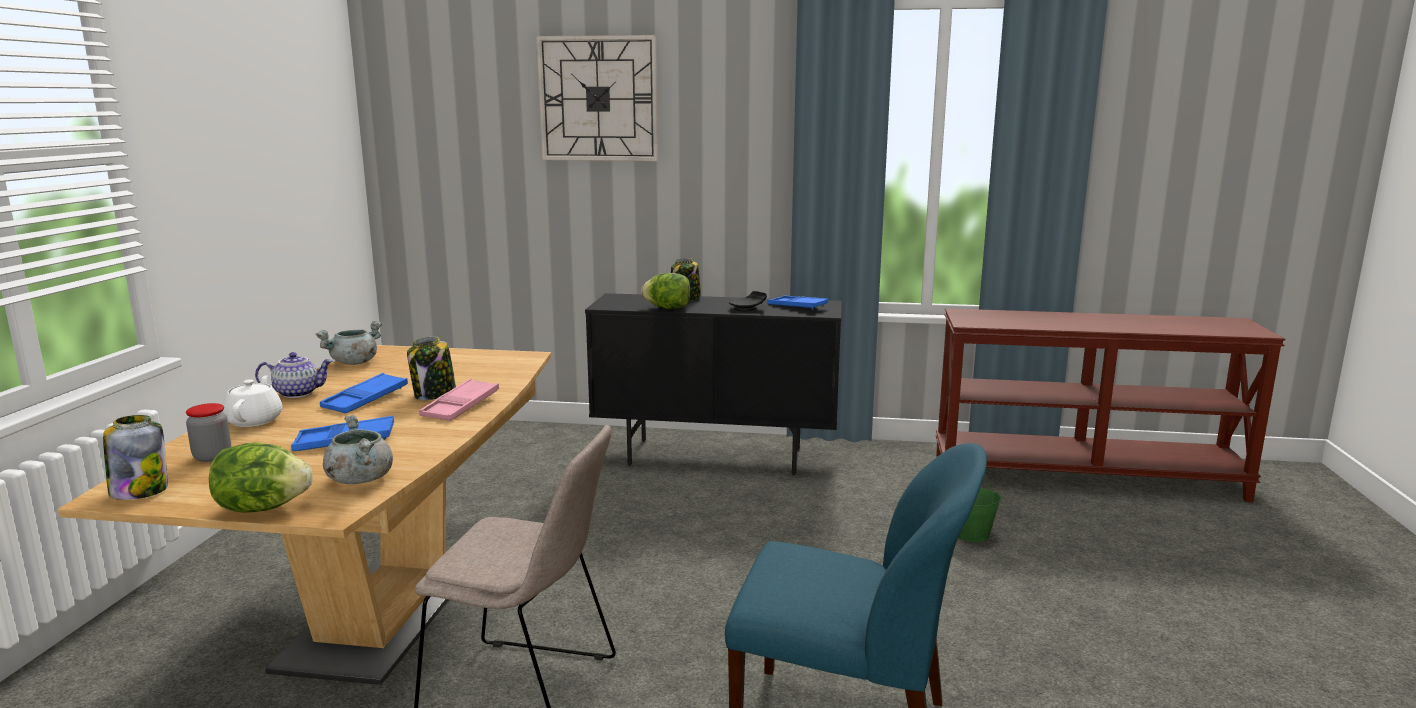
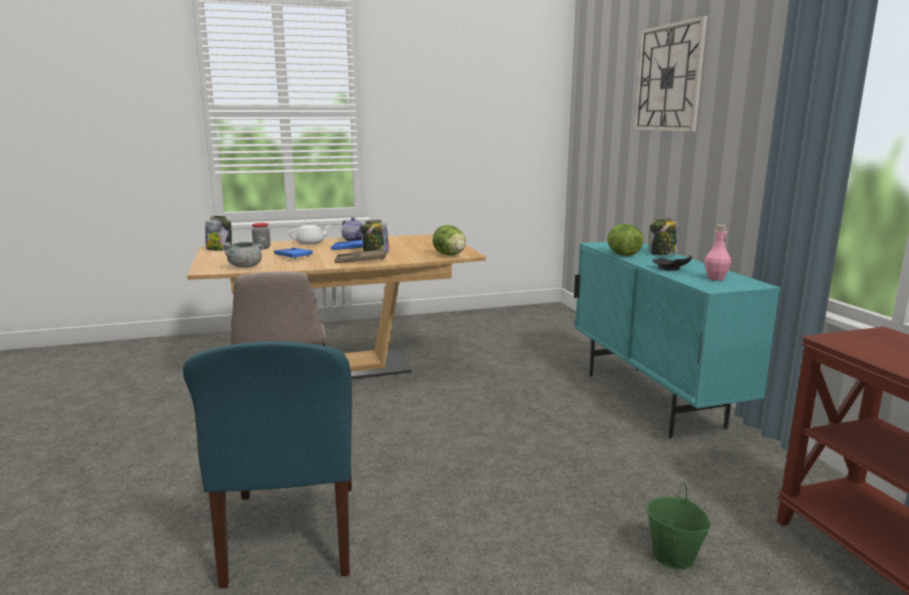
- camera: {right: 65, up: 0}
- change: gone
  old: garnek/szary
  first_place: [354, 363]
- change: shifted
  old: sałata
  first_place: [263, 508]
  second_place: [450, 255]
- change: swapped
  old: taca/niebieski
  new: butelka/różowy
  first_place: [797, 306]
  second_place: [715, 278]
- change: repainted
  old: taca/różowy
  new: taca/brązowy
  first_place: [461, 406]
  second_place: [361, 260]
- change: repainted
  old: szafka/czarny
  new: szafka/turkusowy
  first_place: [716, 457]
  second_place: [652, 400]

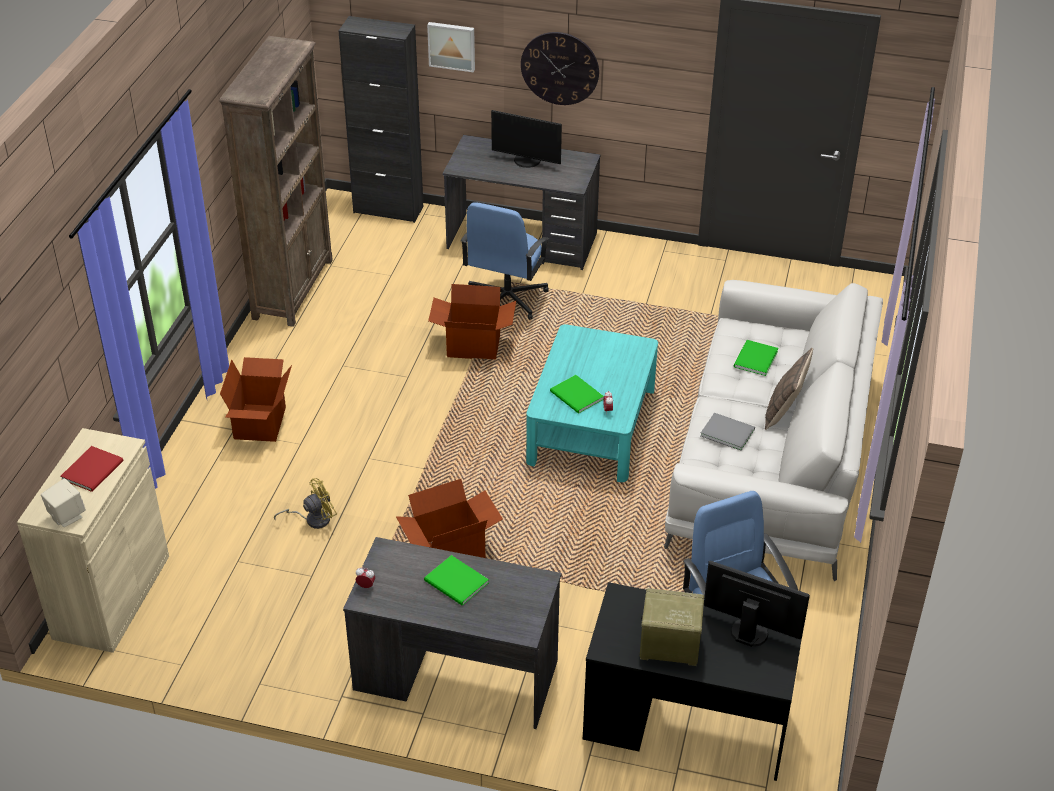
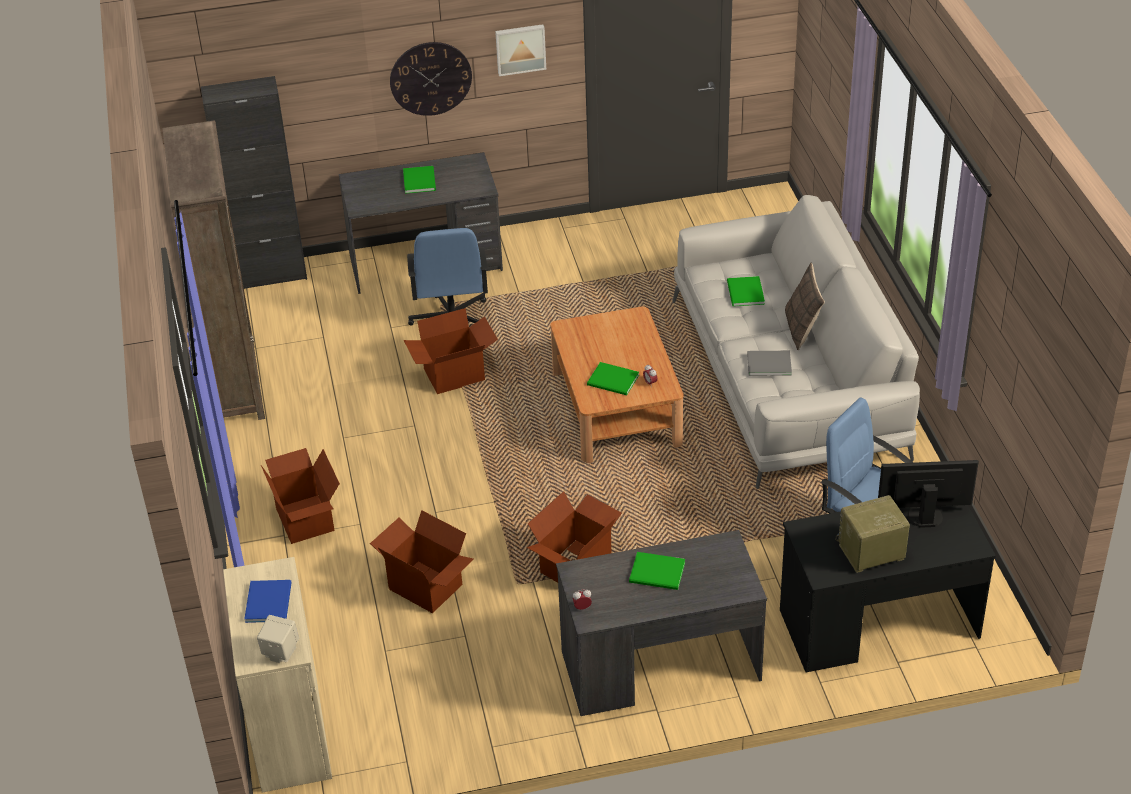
- camera: {right: -25, up: 0}
- change: shifted
  old: obraz
  first_place: [452, 45]
  second_place: [520, 48]
- change: swapped
  old: wentylator/żółty
  new: karton
  first_place: [313, 519]
  second_place: [426, 586]
- change: swapped
  old: monitor
  new: książka/zielony
  first_place: [526, 161]
  second_place: [420, 180]
- change: repainted
  old: książka/czerwony
  new: książka/niebieski
  first_place: [94, 470]
  second_place: [270, 601]
- change: repainted
  old: ława/turkusowy
  new: ława/brązowy
  first_place: [592, 426]
  second_place: [616, 408]

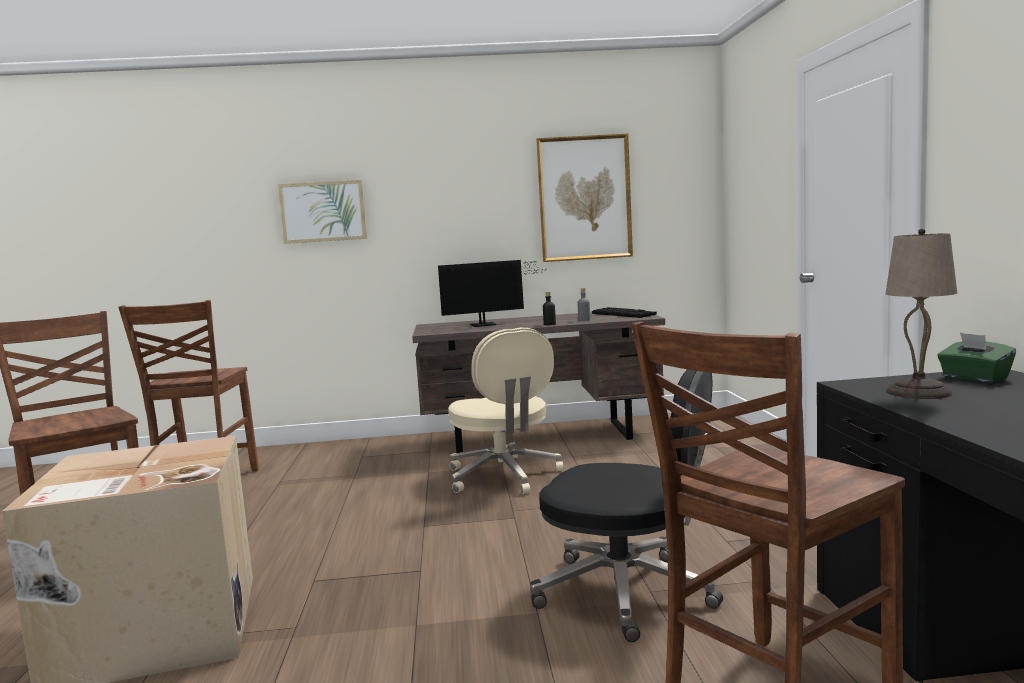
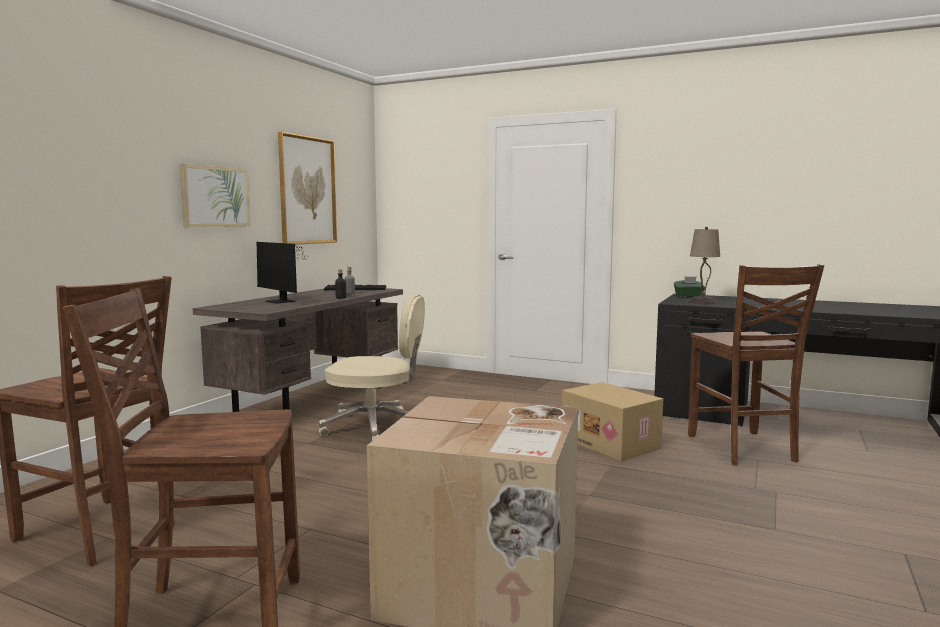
- camera: {right: -60, up: 0}
- change: shifted
  old: obraz
  first_place: [323, 211]
  second_place: [215, 197]
- change: swapped
  old: krzesło biurowe/czarny
  new: karton
  first_place: [628, 592]
  second_place: [611, 443]
- change: rotated
  old: monitor
  first_place: [487, 324]
  second_place: [281, 302]
  degrees: 120

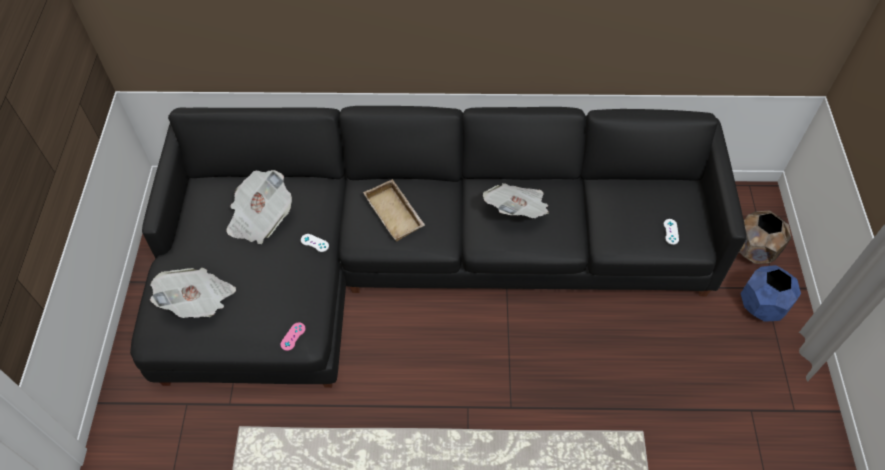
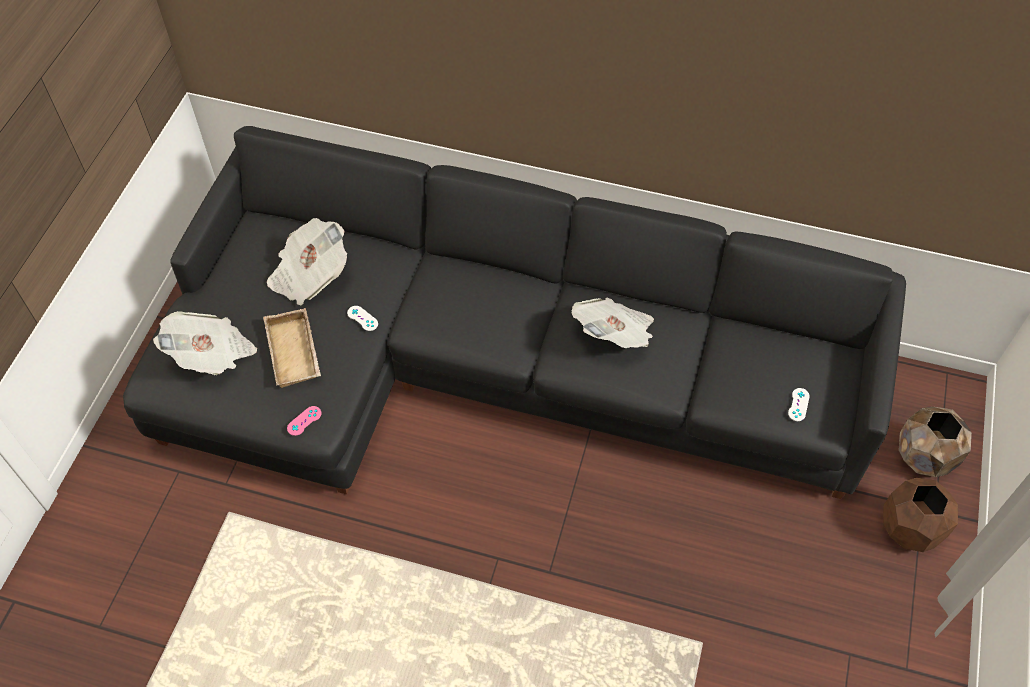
- camera: {right: 15, up: 0}
- change: shifted
  old: taca/beżowy
  first_place: [396, 213]
  second_place: [296, 352]
- change: repainted
  old: donica/niebieski
  new: donica/brązowy
  first_place: [761, 306]
  second_place: [909, 528]

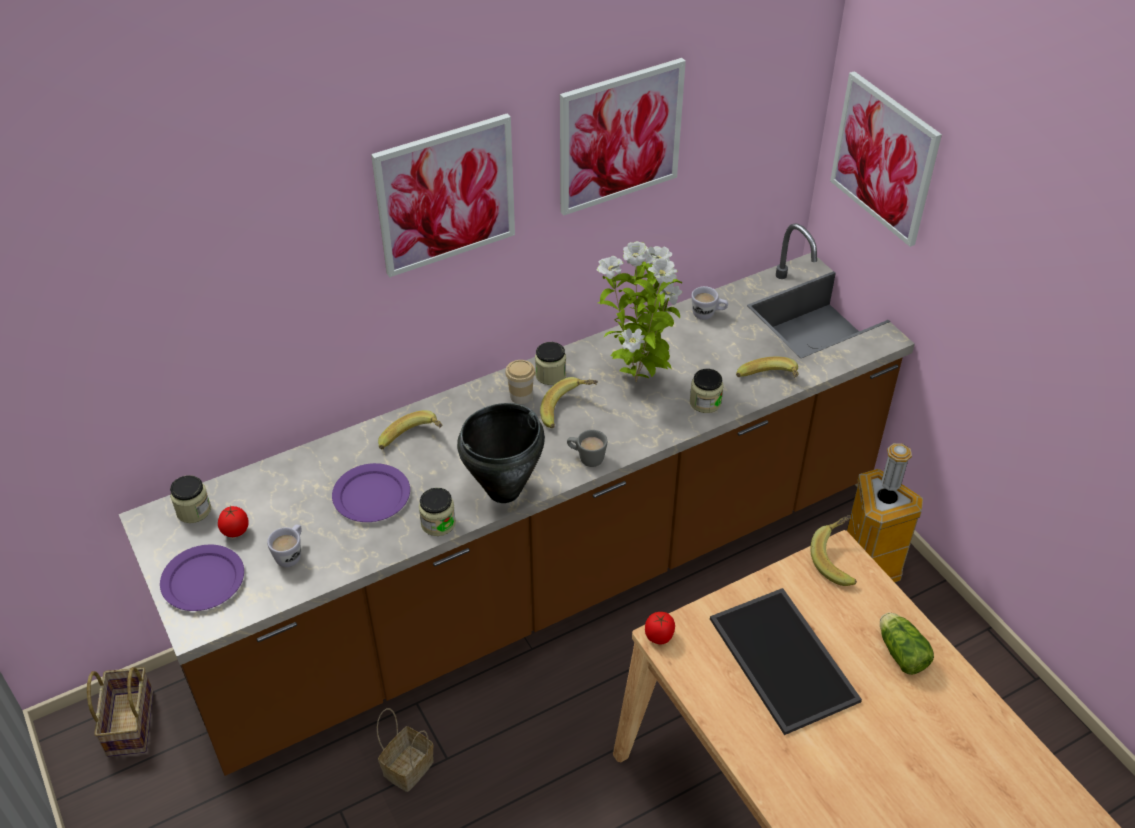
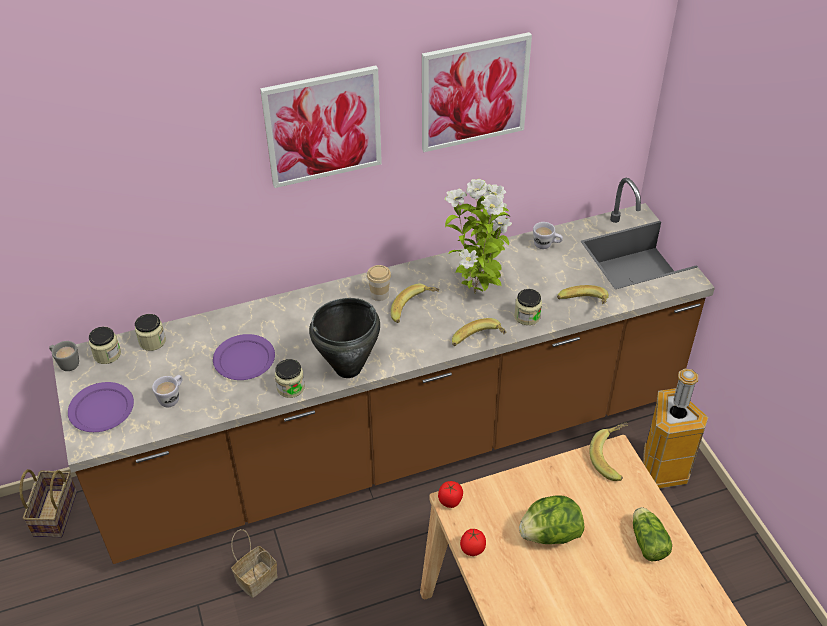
- camera: {right: 10, up: 0}
- change: gone
  old: obraz
  first_place: [884, 158]
- change: shifted
  old: pomidor
  first_place: [235, 532]
  second_place: [472, 549]
- change: shifted
  old: banan
  first_place: [413, 442]
  second_place: [480, 343]
- change: shifted
  old: słoik
  first_place: [550, 375]
  second_place: [152, 341]
- change: shifted
  old: kubek/szary
  first_place: [586, 458]
  second_place: [66, 363]
- change: swapped
  old: taca
  new: sałata
  first_place: [786, 660]
  second_place: [550, 534]

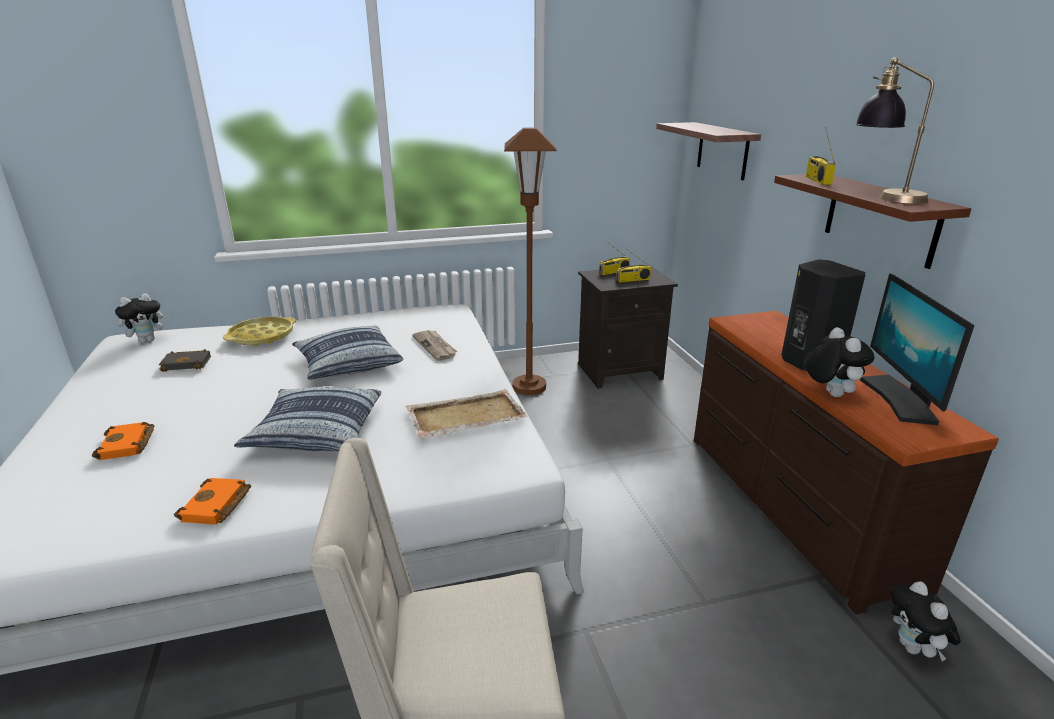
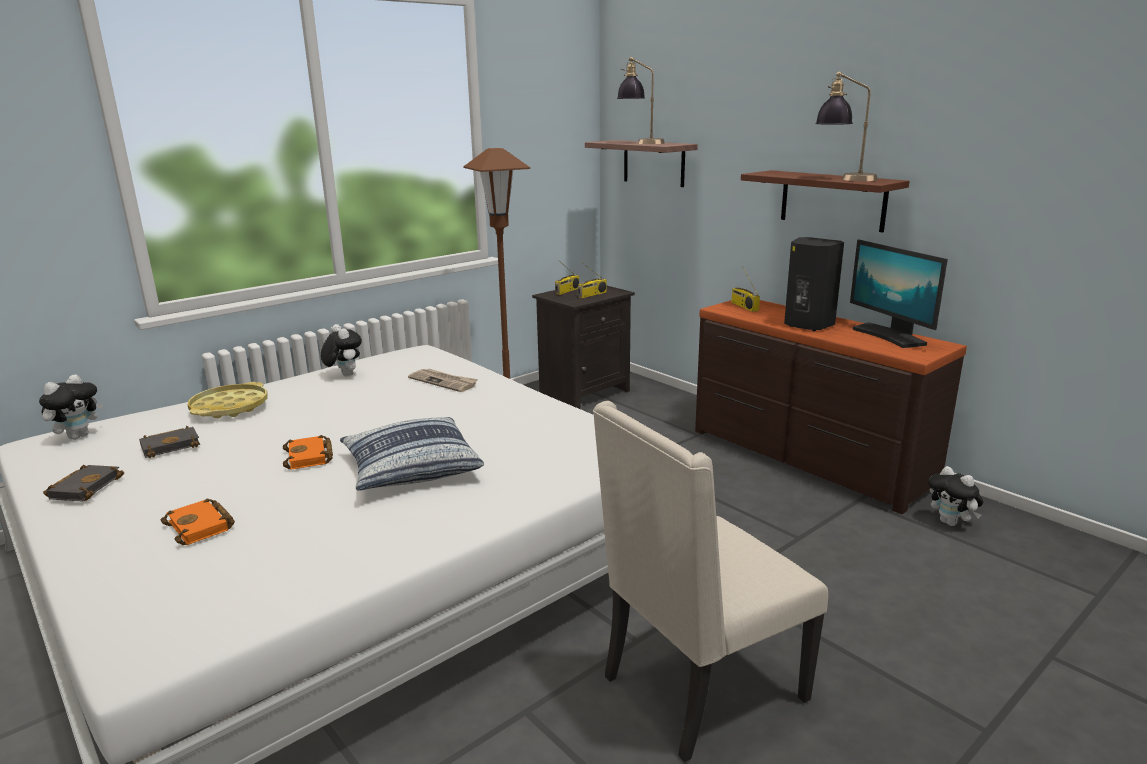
- camera: {right: -25, up: -5}
- change: gone
  old: poduszka
  first_place: [348, 363]
- change: gone
  old: taca/beżowy
  first_place: [465, 417]
- change: new
  new: książka/czarny
  second_place: [85, 487]
- change: new
  new: lampa stołowa
  second_place: [640, 143]
- change: shifted
  old: książka/pomarańczowy
  first_place: [216, 506]
  second_place: [310, 457]
- change: shifted
  old: pluszak
  first_place: [829, 393]
  second_place: [344, 375]
- change: shifted
  old: radio
  first_place: [817, 180]
  second_place: [743, 306]

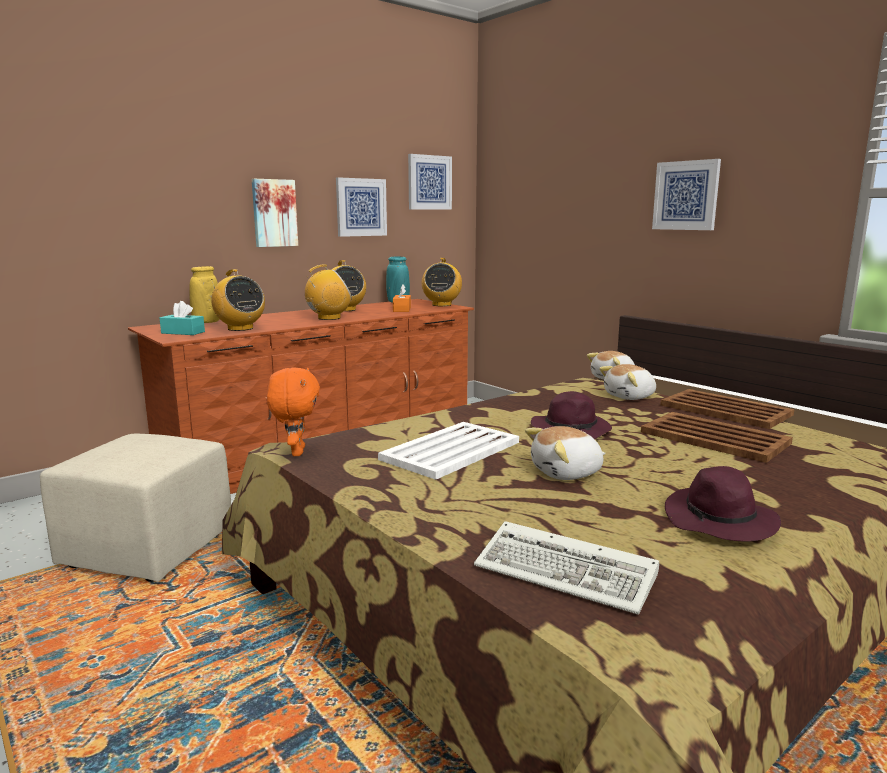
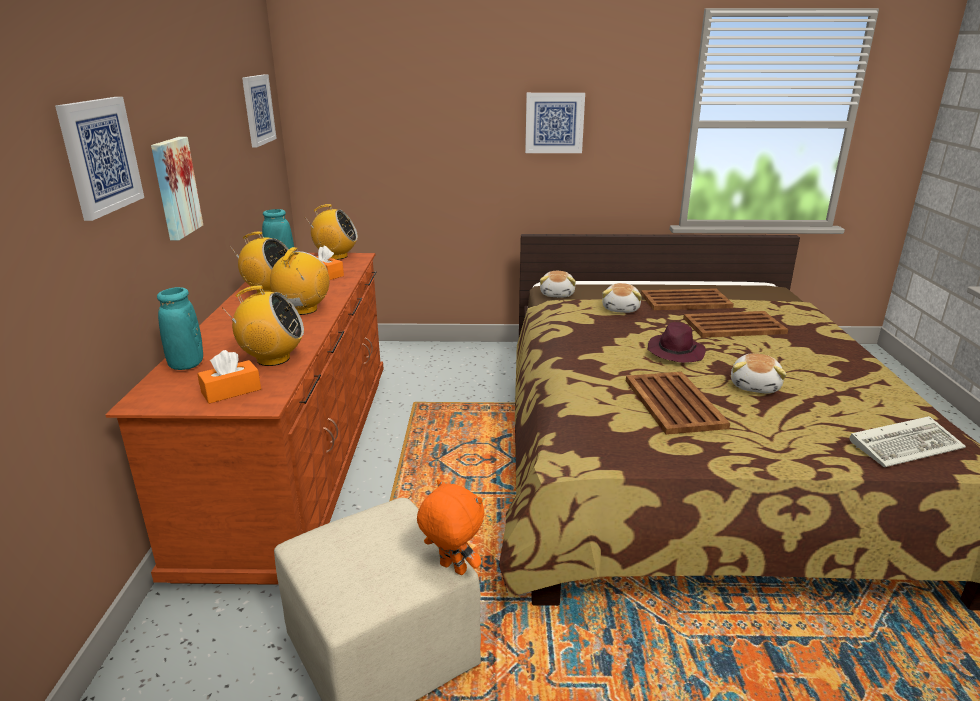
- camera: {right: -50, up: 10}
- change: gone
  old: kapelusz/fioletowy
  first_place: [720, 521]
- change: shifted
  old: pluszak/pomarańczowy
  first_place: [296, 452]
  second_place: [451, 569]
- change: shifted
  old: obraz
  first_place: [361, 207]
  second_place: [100, 156]
- change: repainted
  old: pudełko chusteczek/turkusowy
  new: pudełko chusteczek/pomarańczowy
  first_place: [183, 332]
  second_place: [231, 391]
- change: repainted
  old: wazon/żółty
  new: wazon/turkusowy
  first_place: [207, 322]
  second_place: [186, 365]
- change: repainted
  old: taca/biały
  new: taca/brązowy
  first_place: [449, 451]
  second_place: [674, 404]
- change: rotated
  old: radio
  first_place: [441, 305]
  second_place: [336, 256]
  degrees: -45

